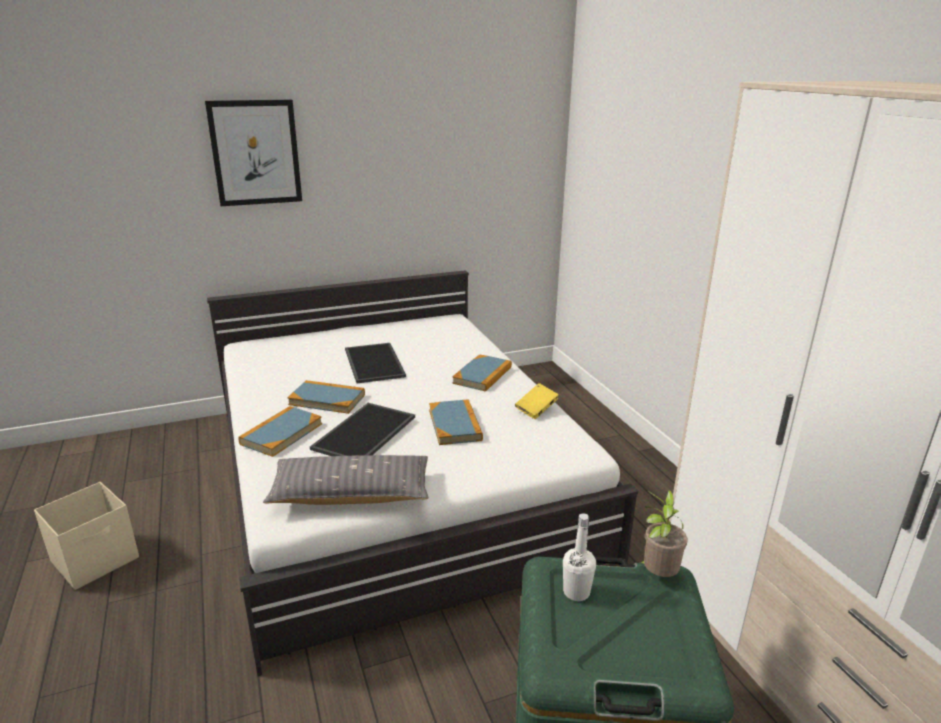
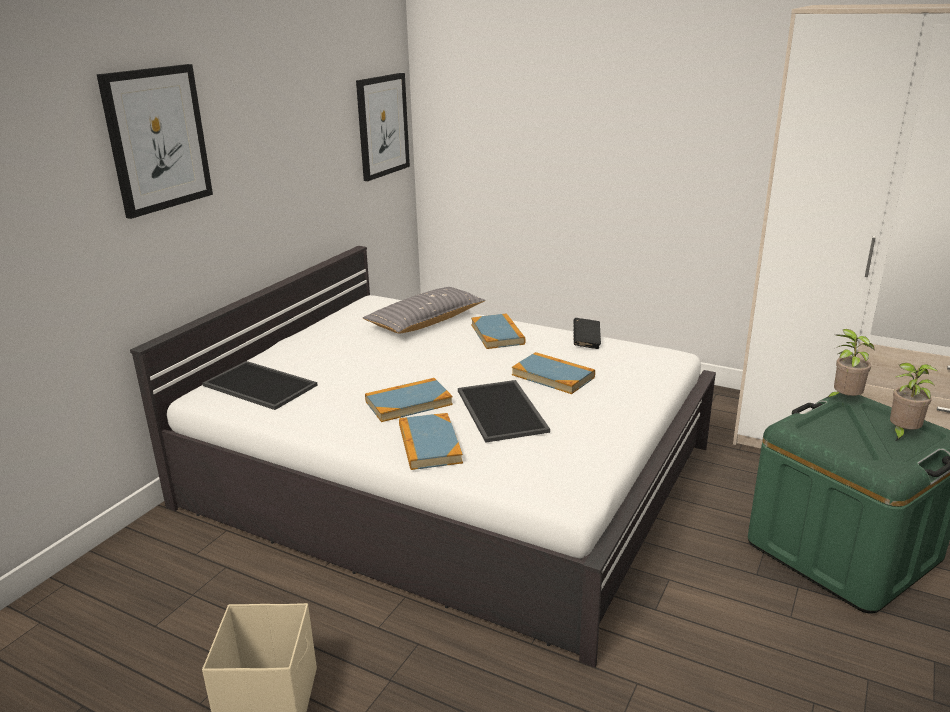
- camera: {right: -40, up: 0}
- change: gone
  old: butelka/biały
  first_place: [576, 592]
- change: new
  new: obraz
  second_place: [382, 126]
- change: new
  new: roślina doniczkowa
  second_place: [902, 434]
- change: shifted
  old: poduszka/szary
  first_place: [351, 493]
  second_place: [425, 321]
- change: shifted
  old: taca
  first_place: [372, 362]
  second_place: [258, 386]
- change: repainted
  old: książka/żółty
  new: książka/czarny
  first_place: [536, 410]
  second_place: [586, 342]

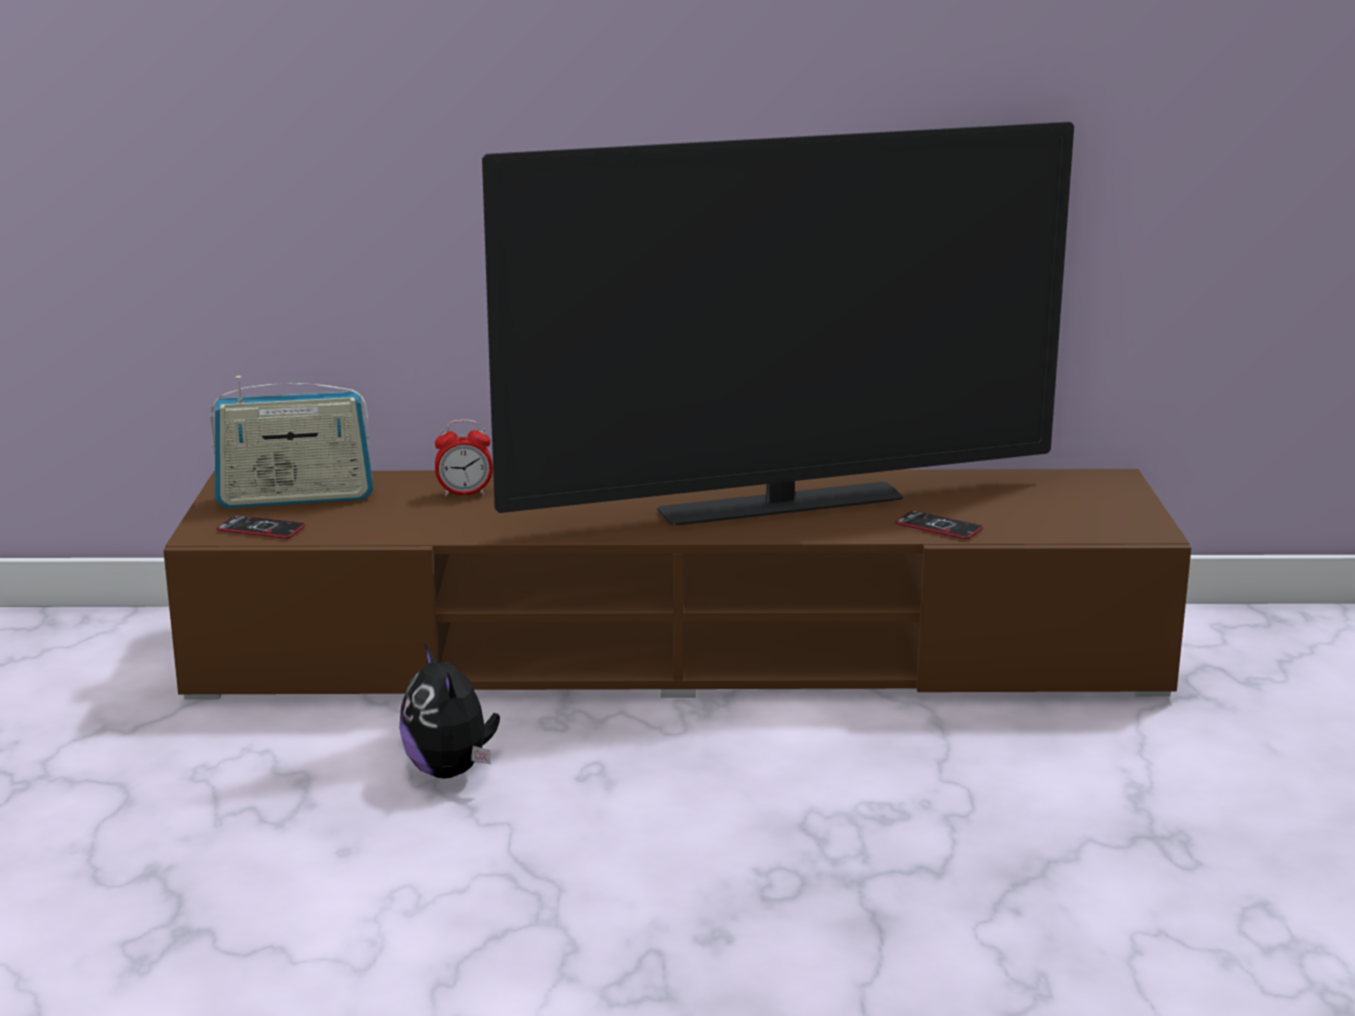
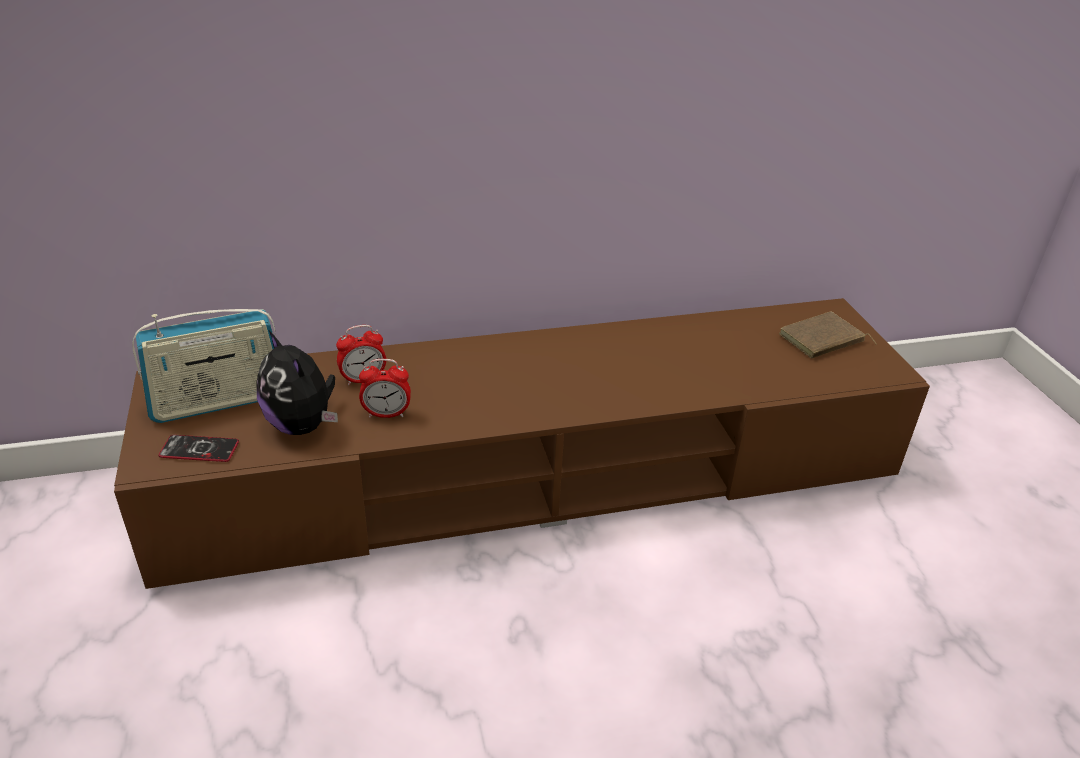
- camera: {right: -15, up: 15}
- change: gone
  old: telewizor
  first_place: [781, 506]
- change: gone
  old: telefon
  first_place: [938, 527]
- change: new
  new: budzik
  second_place: [386, 414]
- change: new
  new: książka/brązowy
  second_place: [822, 340]
- change: shifted
  old: pluszak
  first_place: [451, 771]
  second_place: [302, 425]

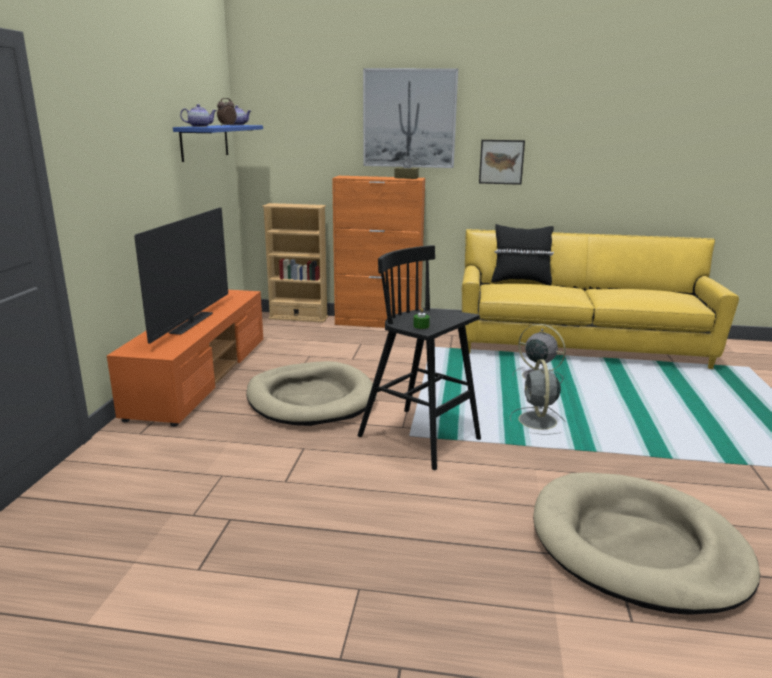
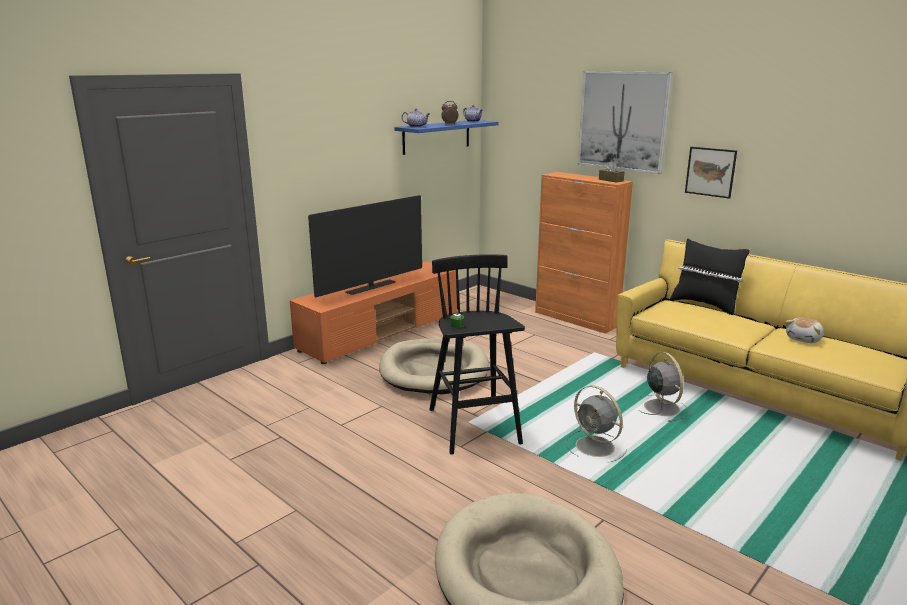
- camera: {right: 35, up: 0}
- change: gone
  old: regał/beżowy
  first_place: [298, 318]
- change: new
  new: pluszak
  second_place: [804, 339]
- change: rotated
  old: wentylator/szary
  first_place: [537, 422]
  second_place: [596, 447]
  degrees: -75

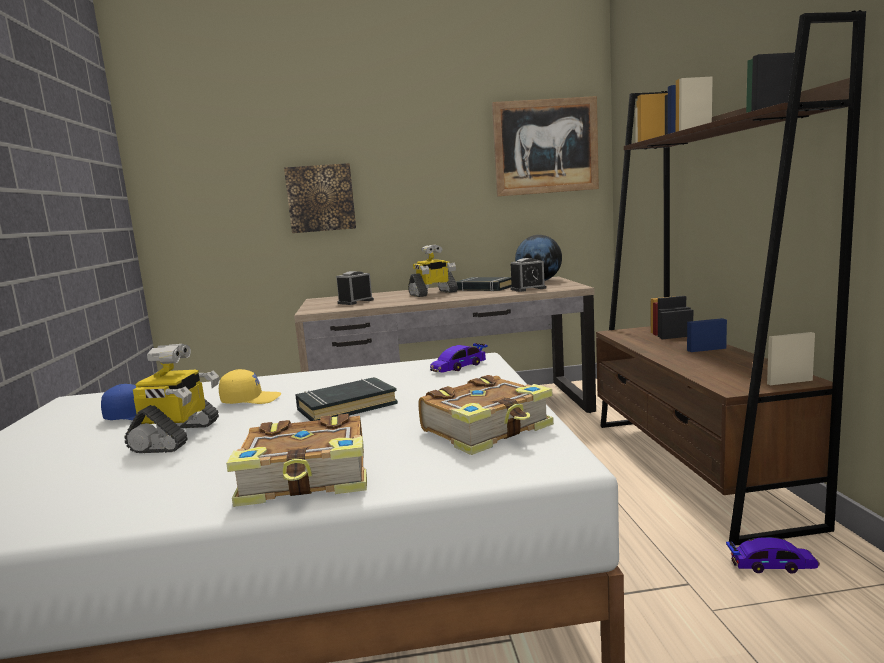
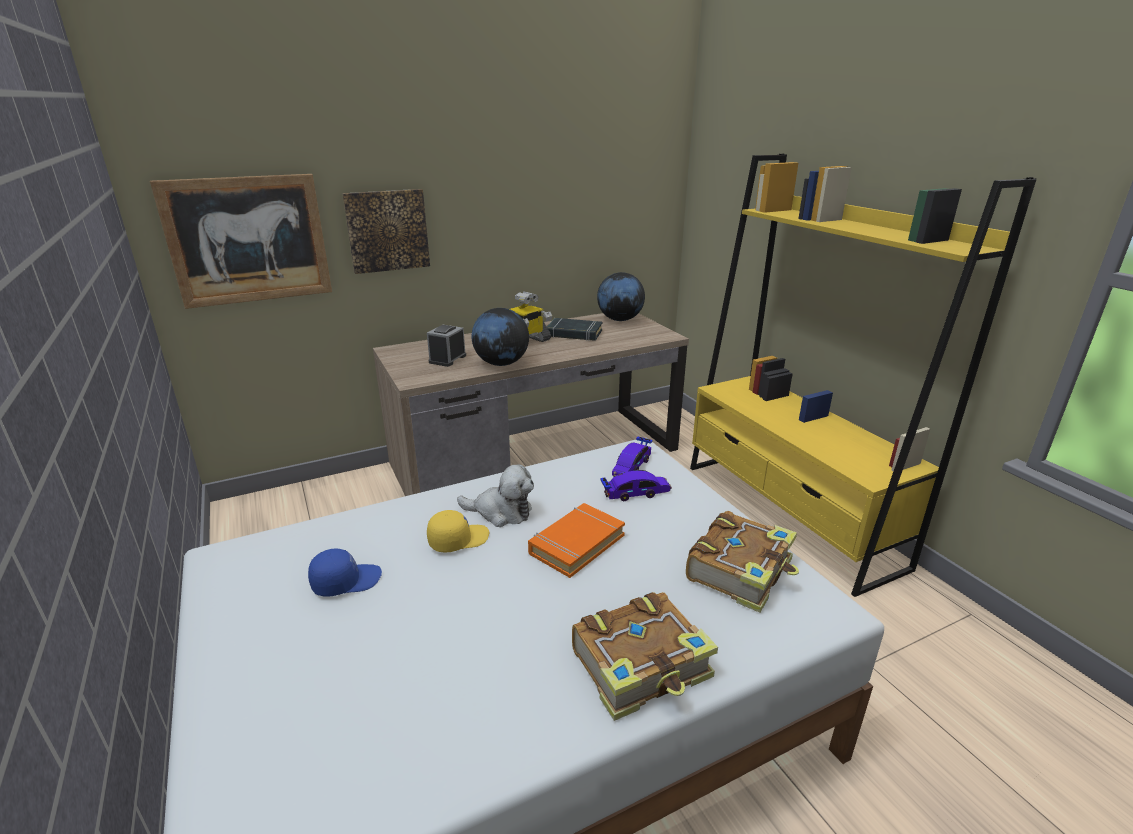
- camera: {right: -20, up: 15}
- change: gone
  old: robot zabawkowy
  first_place: [178, 437]
- change: gone
  old: budzik
  first_place: [528, 289]
- change: new
  new: pluszak
  second_place: [501, 512]
- change: new
  new: globus
  second_place: [501, 363]
- change: shifted
  old: obraz
  first_place: [545, 147]
  second_place: [248, 240]
- change: shifted
  old: samochodzik
  first_place: [772, 565]
  second_place: [636, 493]
- change: repainted
  old: książka/czarny
  new: książka/pomarańczowy
  first_place: [346, 406]
  second_place: [576, 544]
- change: repainted
  old: regał/brązowy
  new: regał/żółty
  first_place: [692, 468]
  second_place: [789, 514]

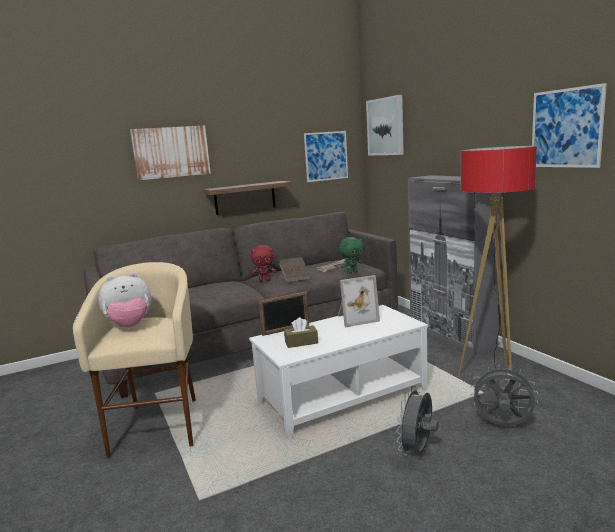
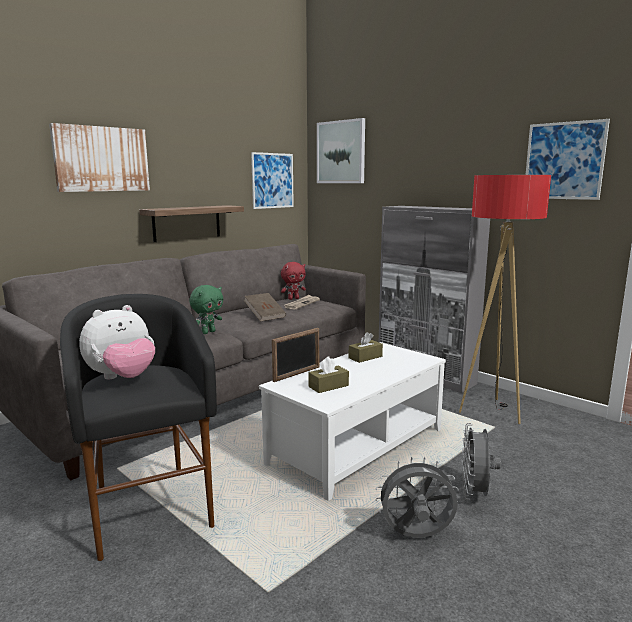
- camera: {right: -20, up: 0}
- change: shifted
  old: pluszak/czerwony
  first_place: [264, 281]
  second_place: [293, 298]
- change: shifted
  old: pluszak/zielony
  first_place: [352, 272]
  second_place: [208, 332]
- change: shifted
  old: wentylator/szary
  first_place: [502, 425]
  second_place: [416, 536]
- change: swapped
  old: ramka na zdjęcie
  new: pudełko chusteczek/brązowy
  first_place: [356, 318]
  second_place: [365, 357]
- change: repainted
  old: stołek/beżowy
  new: stołek/czarny
  first_place: [158, 425]
  second_place: [149, 508]

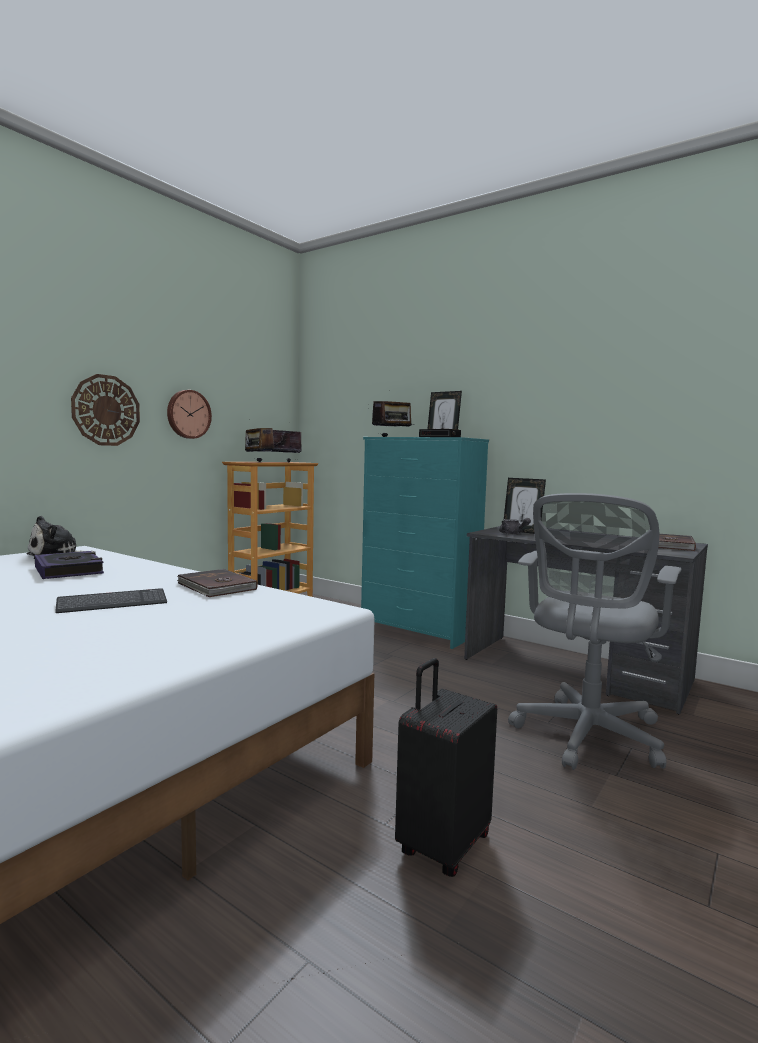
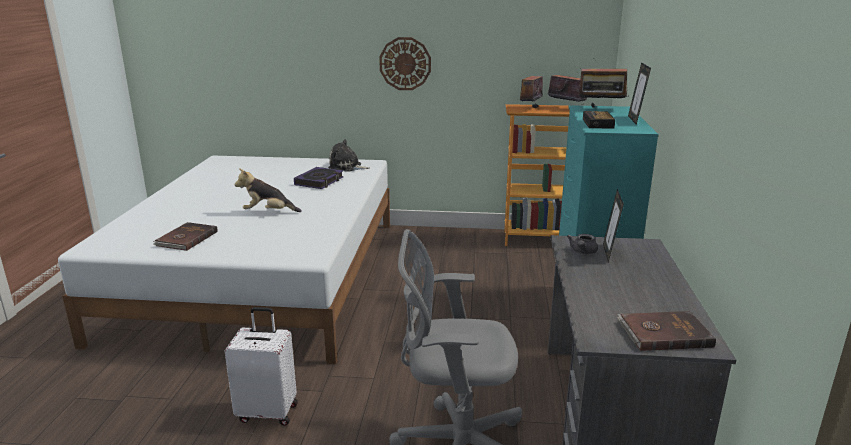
- camera: {right: 60, up: 15}
- change: gone
  old: zegar ścienny
  first_place: [188, 414]
- change: shifted
  old: książka/brązowy
  first_place: [215, 587]
  second_place: [186, 239]
- change: swapped
  old: klawiatura
  new: pluszak
  first_place: [112, 603]
  second_place: [268, 212]
- change: repainted
  old: walizka/czarny
  new: walizka/biały
  first_place: [442, 845]
  second_place: [268, 412]

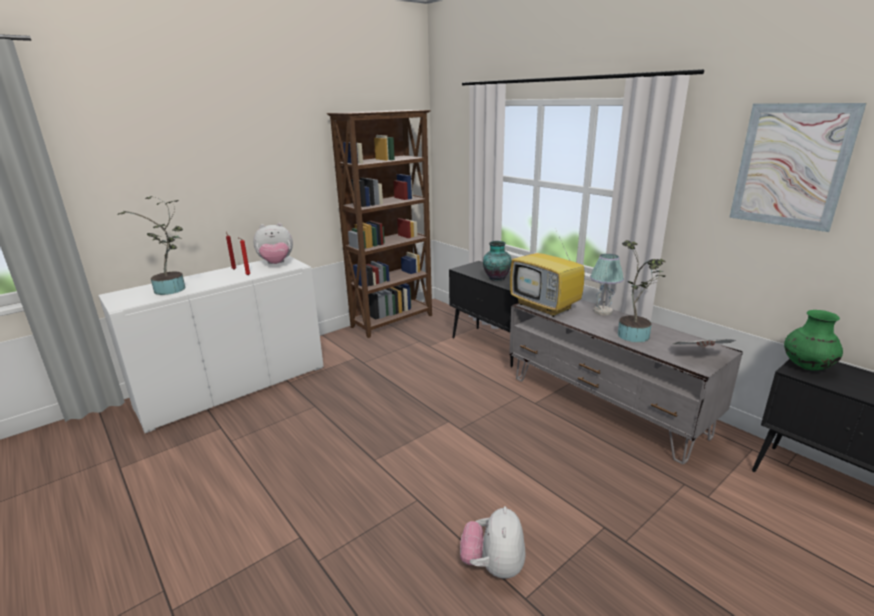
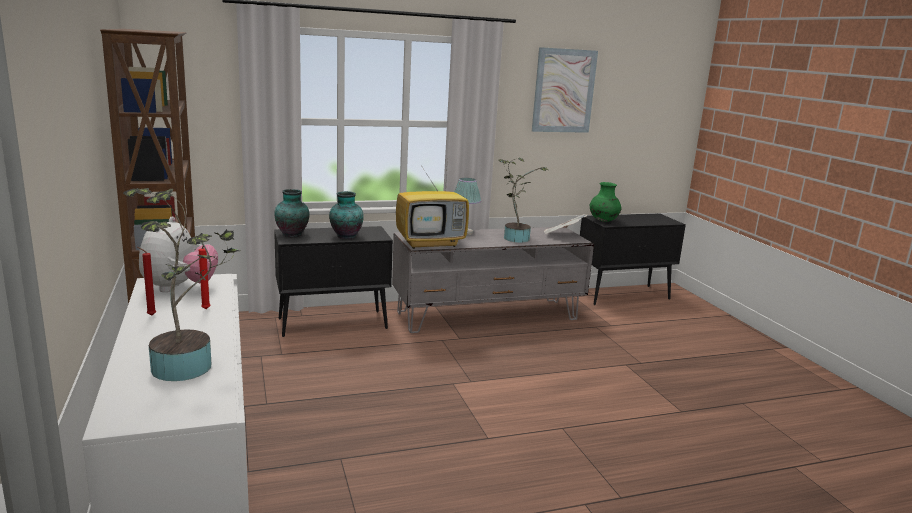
- camera: {right: -70, up: -5}
- change: gone
  old: pluszak
  first_place: [493, 566]
- change: new
  new: wazon
  second_place: [292, 234]

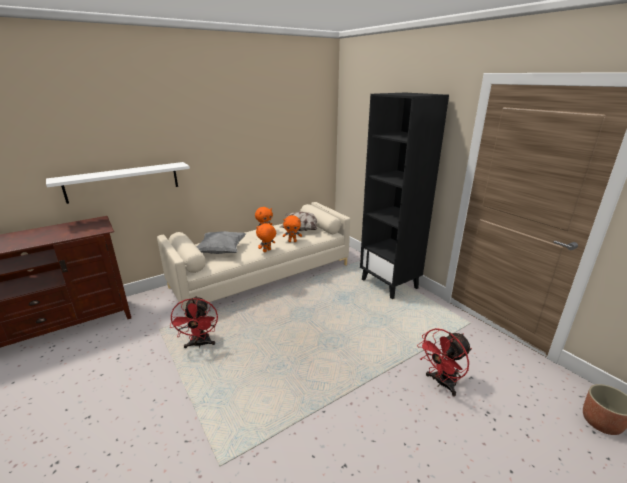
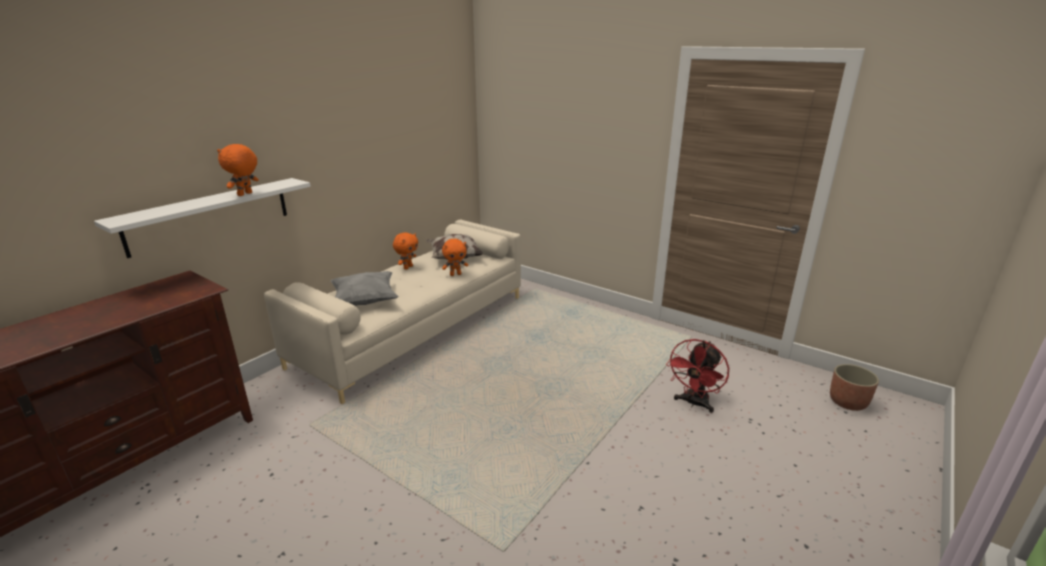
- camera: {right: -20, up: 0}
- change: gone
  old: wentylator/czerwony
  first_place: [200, 344]
- change: gone
  old: regał/czarny
  first_place: [390, 284]
- change: shifted
  old: pluszak/pomarańczowy
  first_place: [267, 251]
  second_place: [245, 194]

